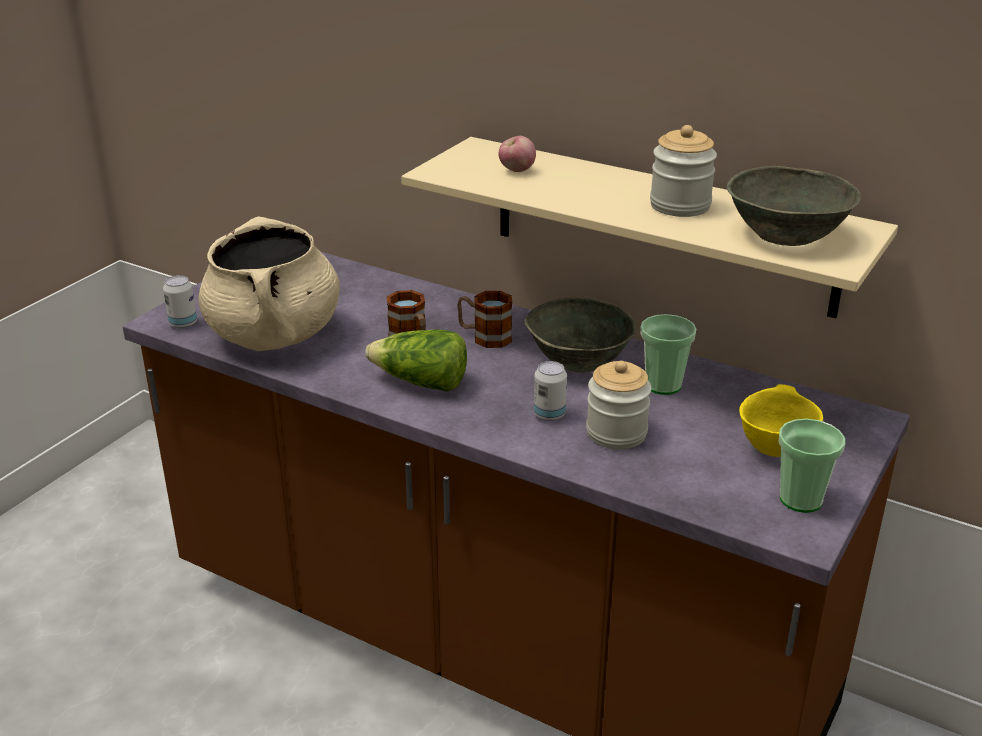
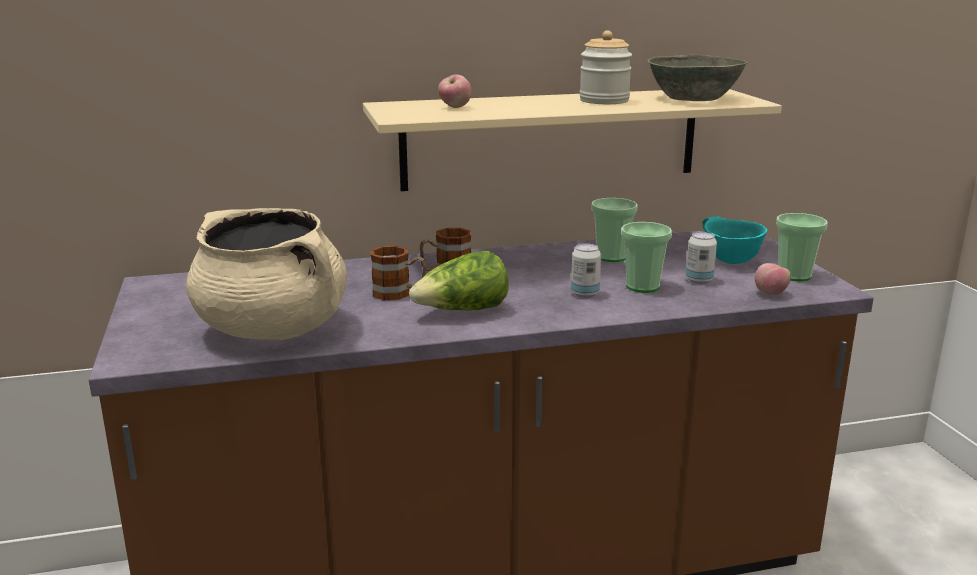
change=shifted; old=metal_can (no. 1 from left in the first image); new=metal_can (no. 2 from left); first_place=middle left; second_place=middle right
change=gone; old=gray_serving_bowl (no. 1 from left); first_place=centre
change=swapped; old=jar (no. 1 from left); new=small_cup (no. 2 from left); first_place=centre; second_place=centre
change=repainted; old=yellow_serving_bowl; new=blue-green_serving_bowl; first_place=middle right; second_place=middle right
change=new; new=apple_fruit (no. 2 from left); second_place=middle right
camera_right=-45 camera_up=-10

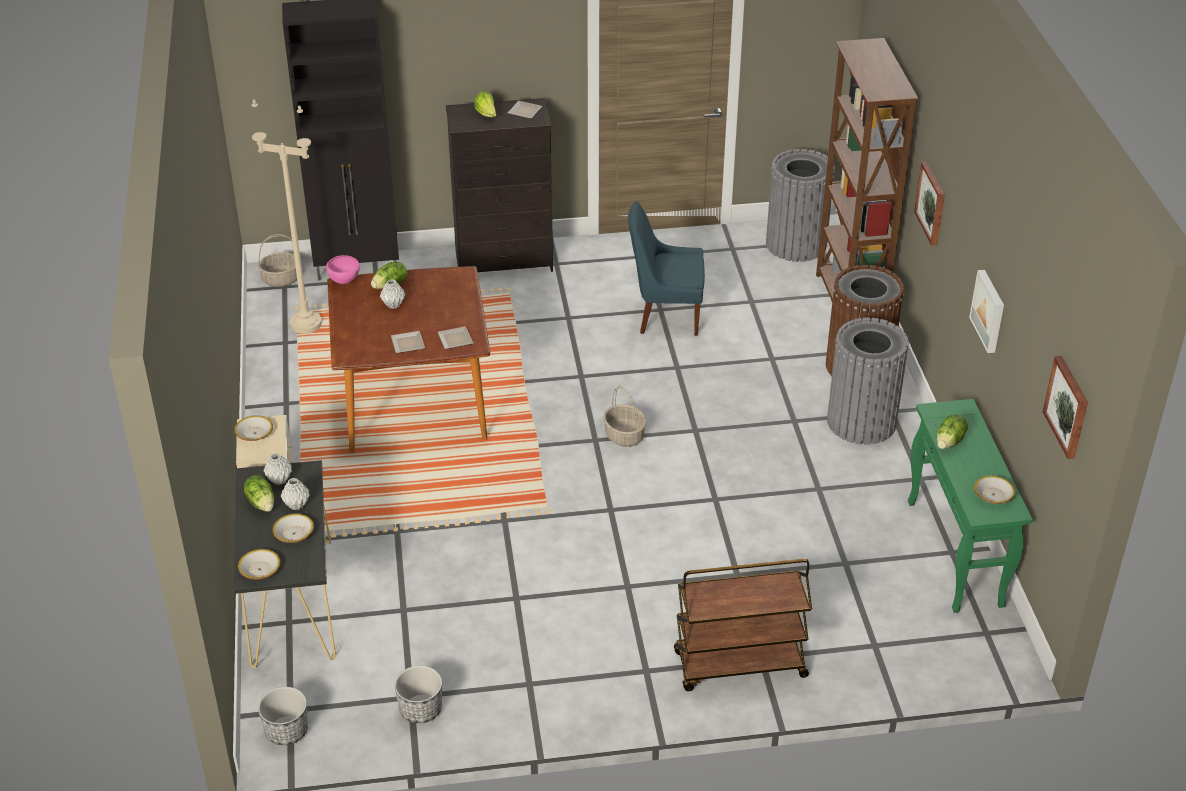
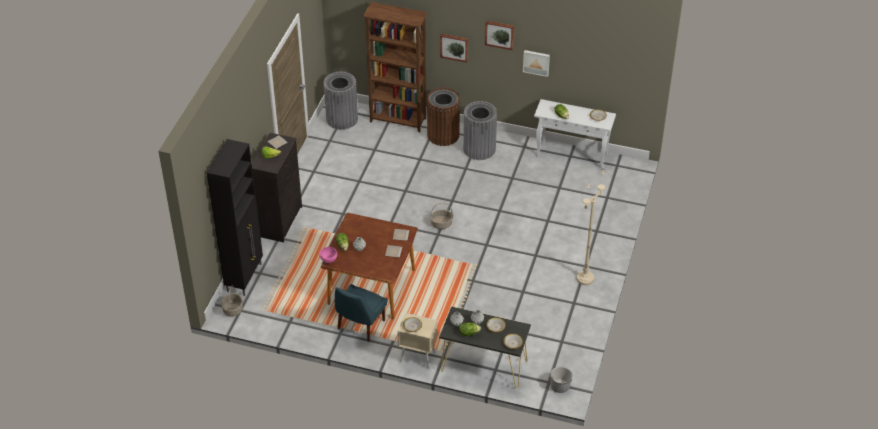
change=shifted; old=beige-coloured_standing_lamp; first_place=top left; second_place=middle right
change=shifted; old=blue-coloured_chair; first_place=centre; second_place=bottom centre
change=shifted; old=wall_art (no. 3 from left in the first image); new=wall_art (no. 2 from left); first_place=middle right; second_place=top centre
change=repainted; old=greenish_hall_table; new=white_hall_table; first_place=middle right; second_place=top centre
change=gone; old=brownish_wheeled_cart; first_place=bottom centre
change=gone; old=flower_pot (no. 2 from left); first_place=bottom centre
camera_right=-65 camera_up=5

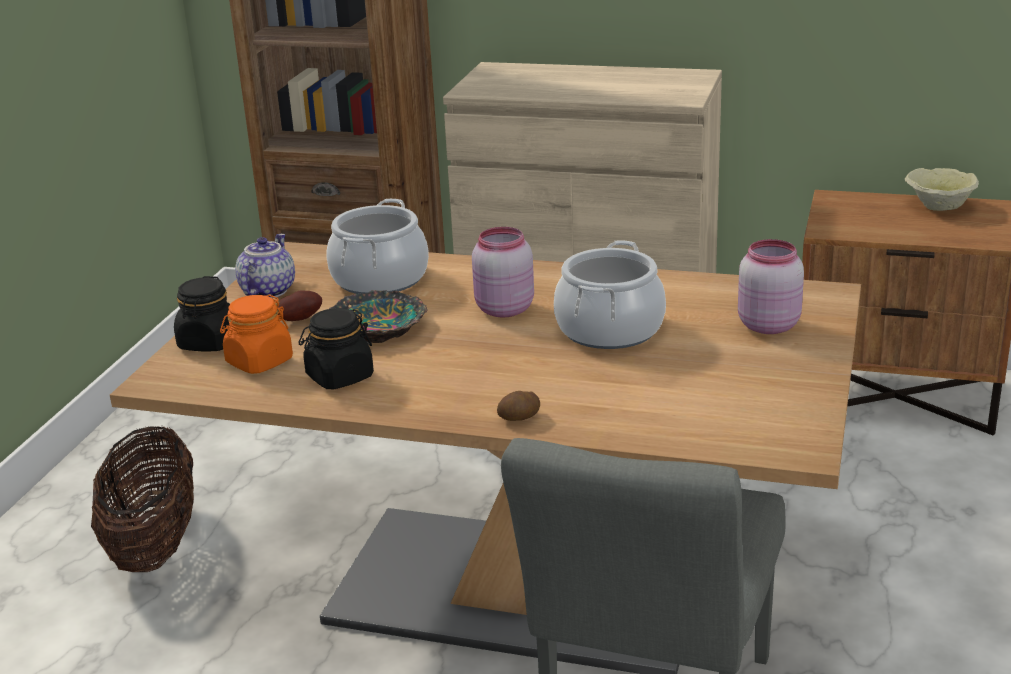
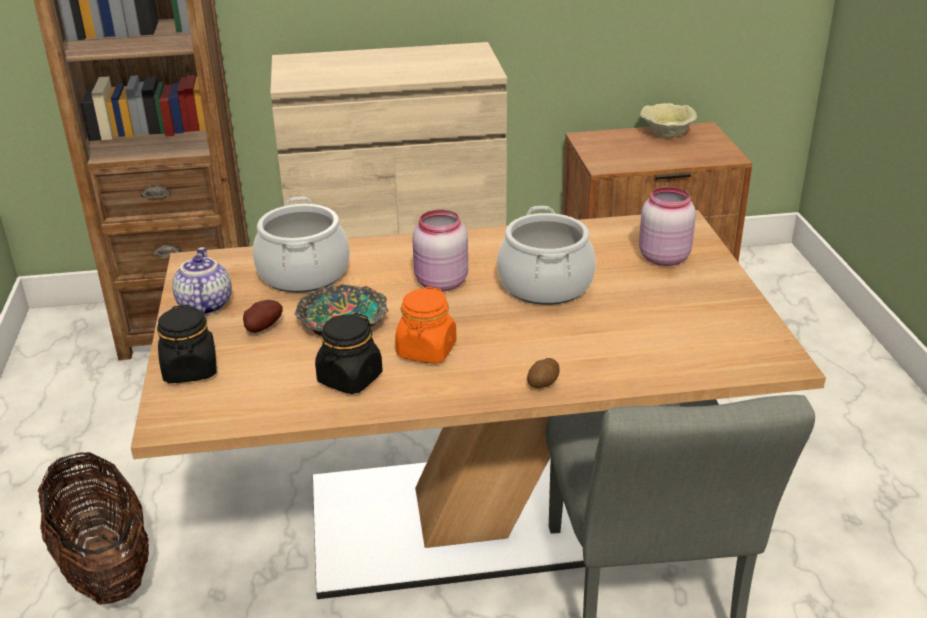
change=shifted; old=orangey_jar; first_place=middle left; second_place=centre
camera_right=-25 camera_up=5

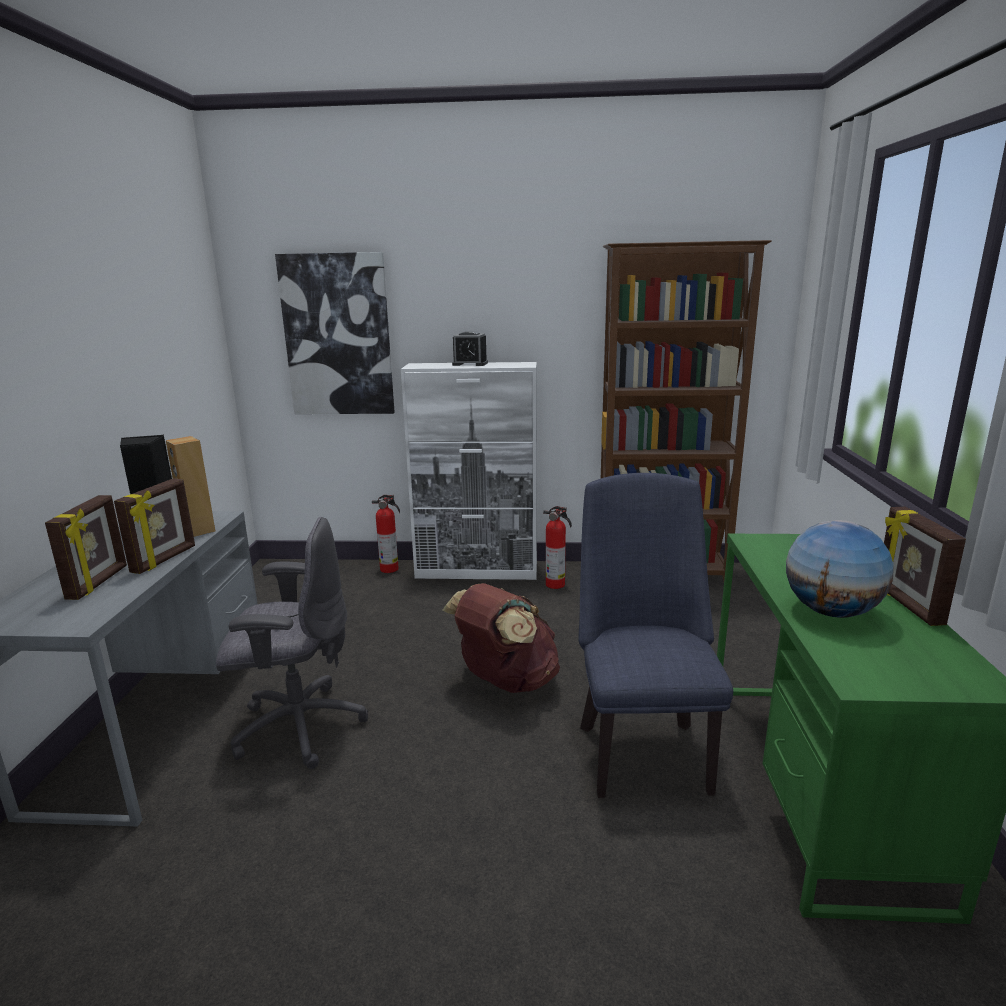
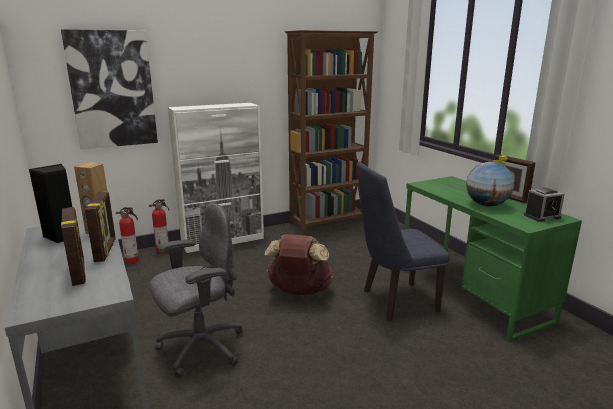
change=shifted; old=table_clock; first_place=centre; second_place=middle right
change=rotated; old=blue-coloured_chair; first_place=centre; second_place=centre; degrees=-75
change=shifted; old=fire-fighting_cylinder (no. 2 from left in the first image); new=fire-fighting_cylinder (no. 1 from left); first_place=centre; second_place=middle left
camera_right=-30 camera_up=0

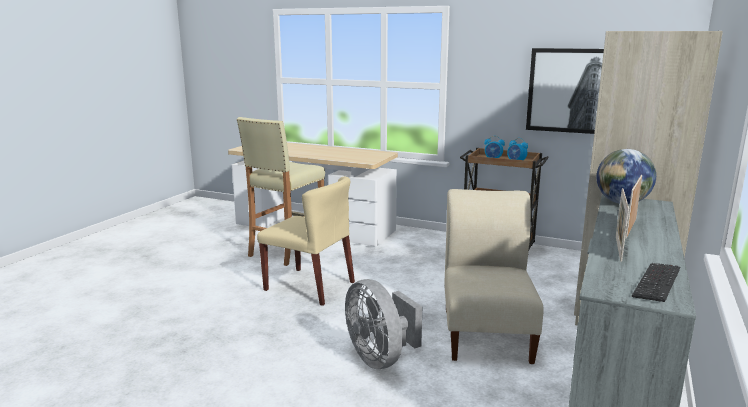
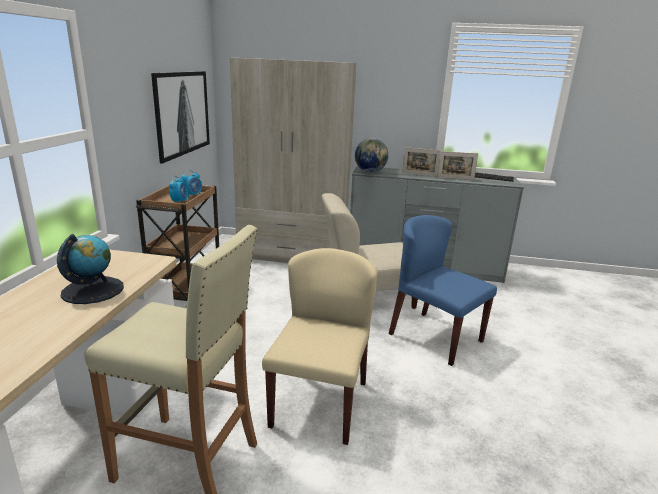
change=swapped; old=gray_electric_fan; new=blue-coloured_chair; first_place=bottom centre; second_place=middle right
change=new; new=globe (no. 1 from left); second_place=middle left
camera_right=-105 camera_up=5

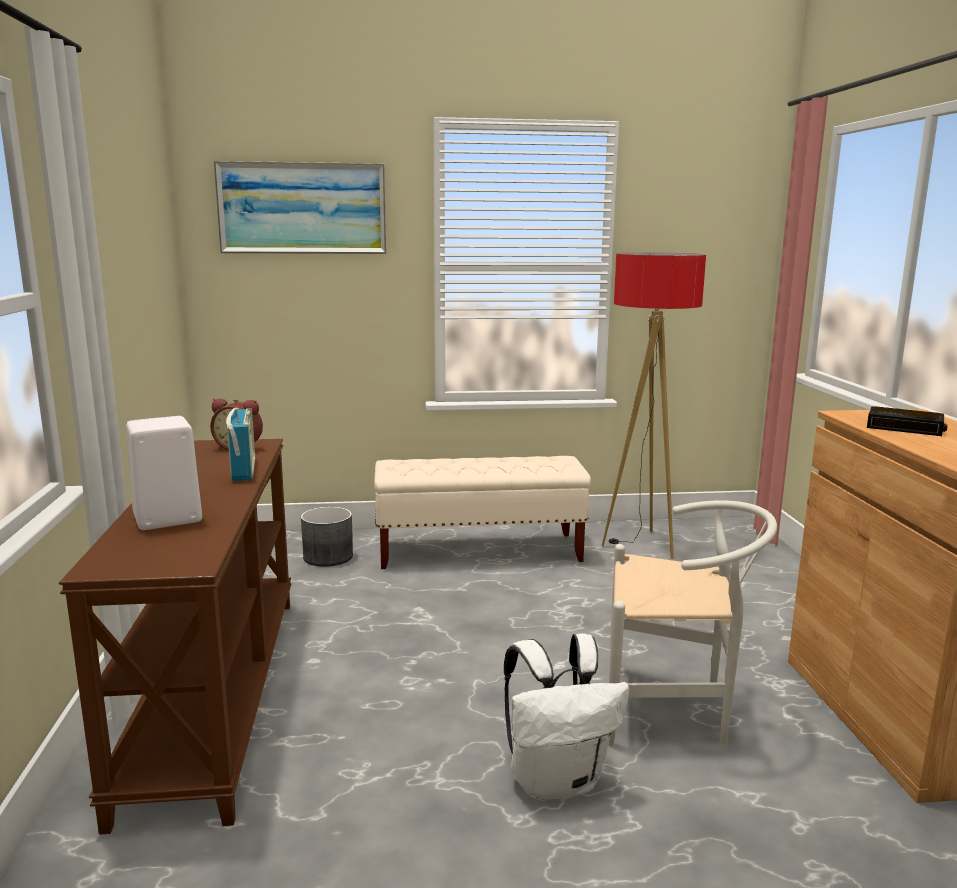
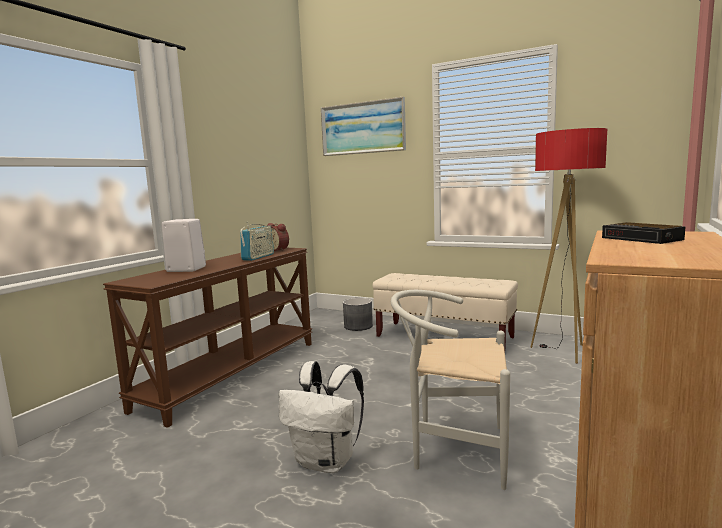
change=rotated; old=white_chair; first_place=bottom right; second_place=bottom centre; degrees=150
camera_right=35 camera_up=-5

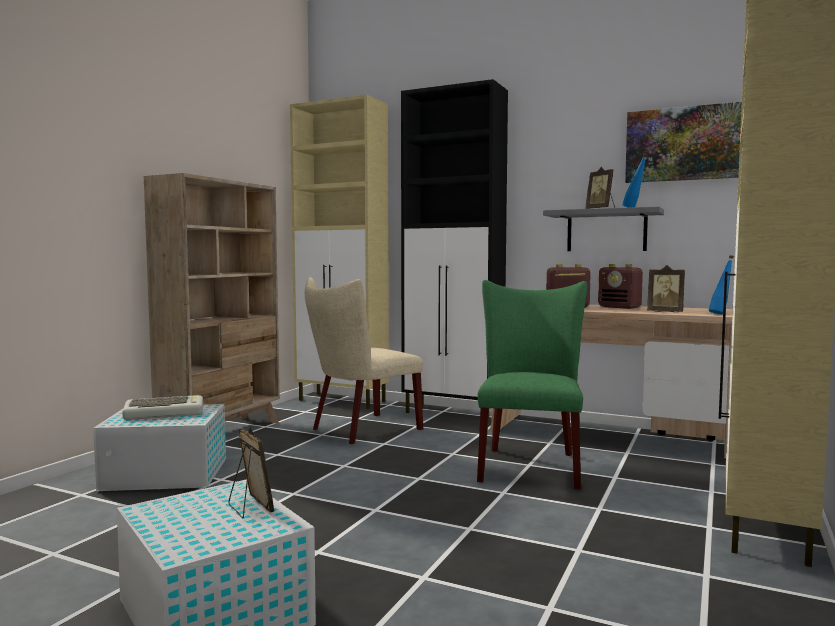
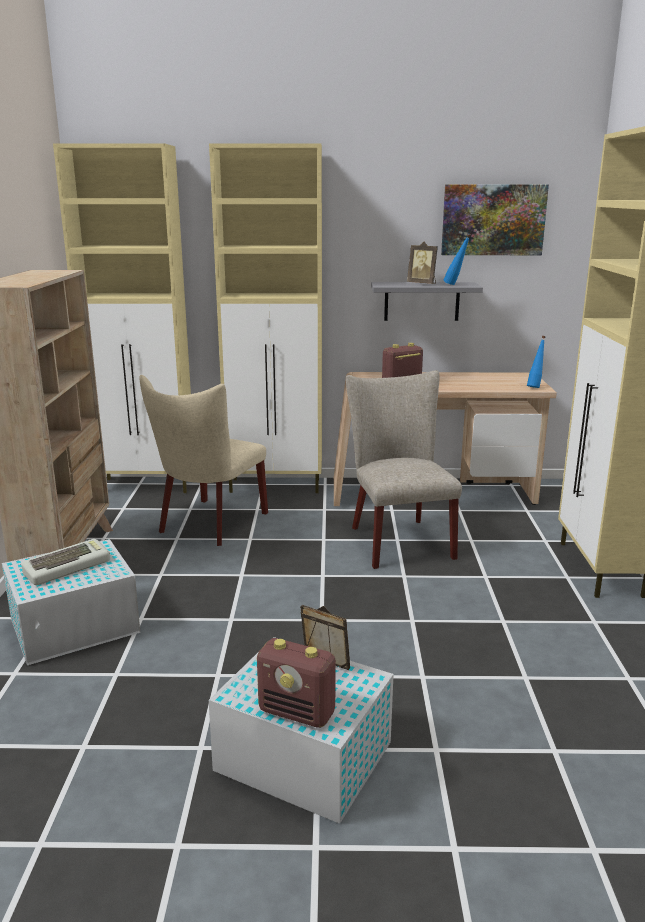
change=repainted; old=black-coloured_cupboard; new=beige-coloured_cupboard (no. 2 from left); first_place=centre; second_place=centre
change=shifted; old=radio (no. 2 from left in the first image); new=radio (no. 1 from left); first_place=middle right; second_place=bottom centre
change=gone; old=photo_frame (no. 3 from left); first_place=middle right
change=repainted; old=greenish_chair; new=beige-coloured_chair (no. 2 from left); first_place=centre; second_place=centre
camera_right=-25 camera_up=15

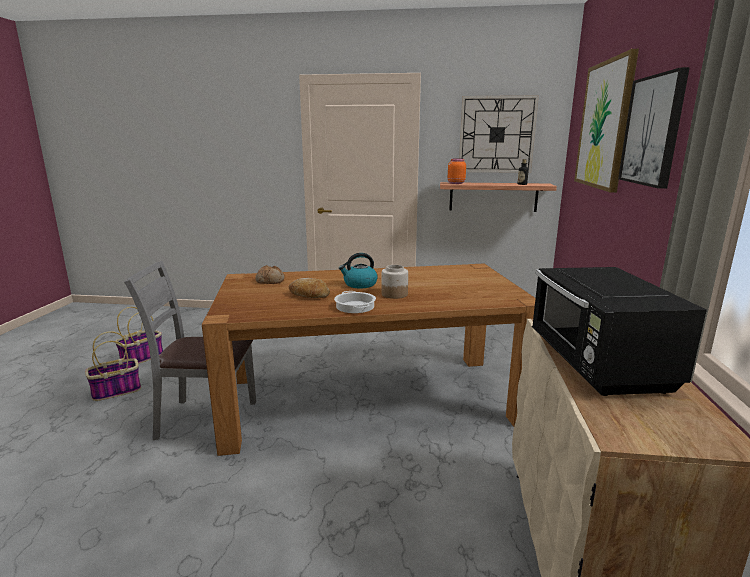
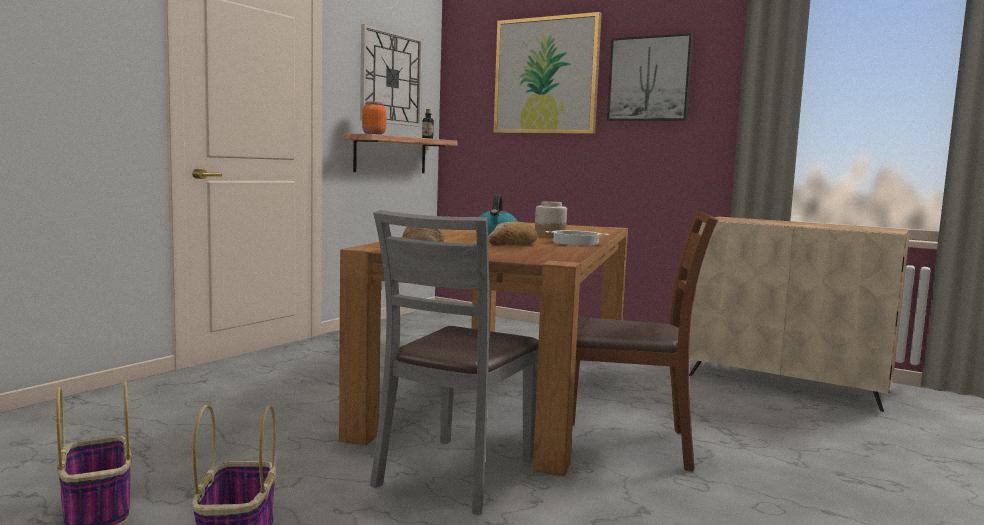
change=gone; old=black-coloured_microwave; first_place=middle right
change=new; new=brownish_chair; second_place=centre
camera_right=-65 camera_up=-10

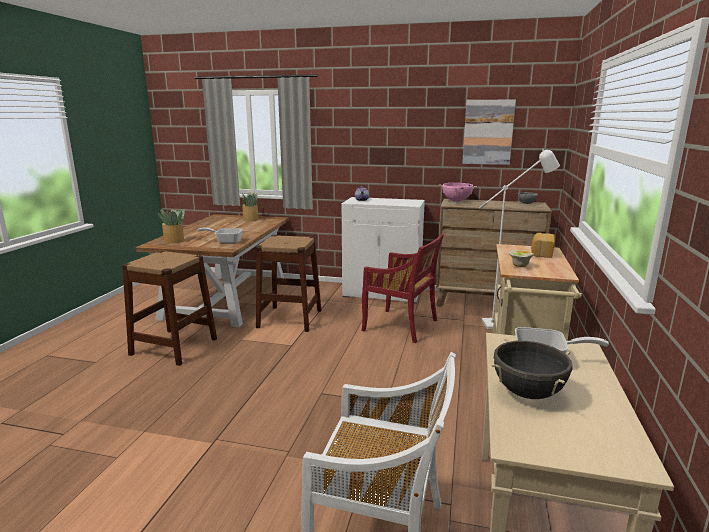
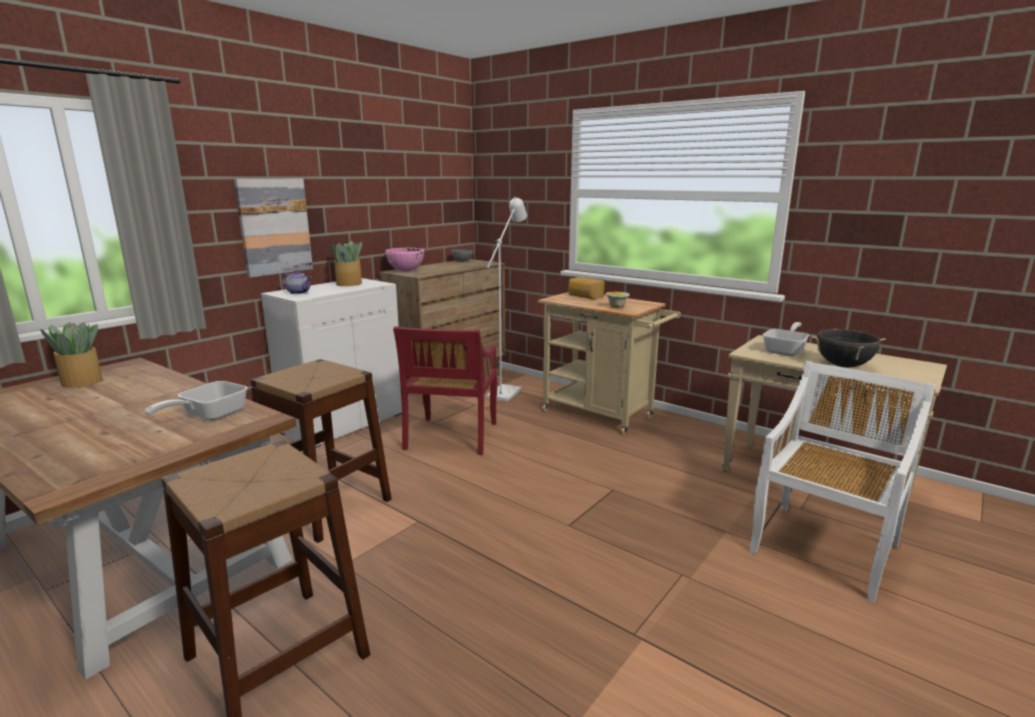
change=shifted; old=wall_art; first_place=top right; second_place=top left
change=shifted; old=houseplant (no. 1 from left in the first image); new=houseplant (no. 2 from left); first_place=middle left; second_place=centre
change=rotated; old=red_chair; first_place=centre; second_place=centre; degrees=135
camera_right=-65 camera_up=0

